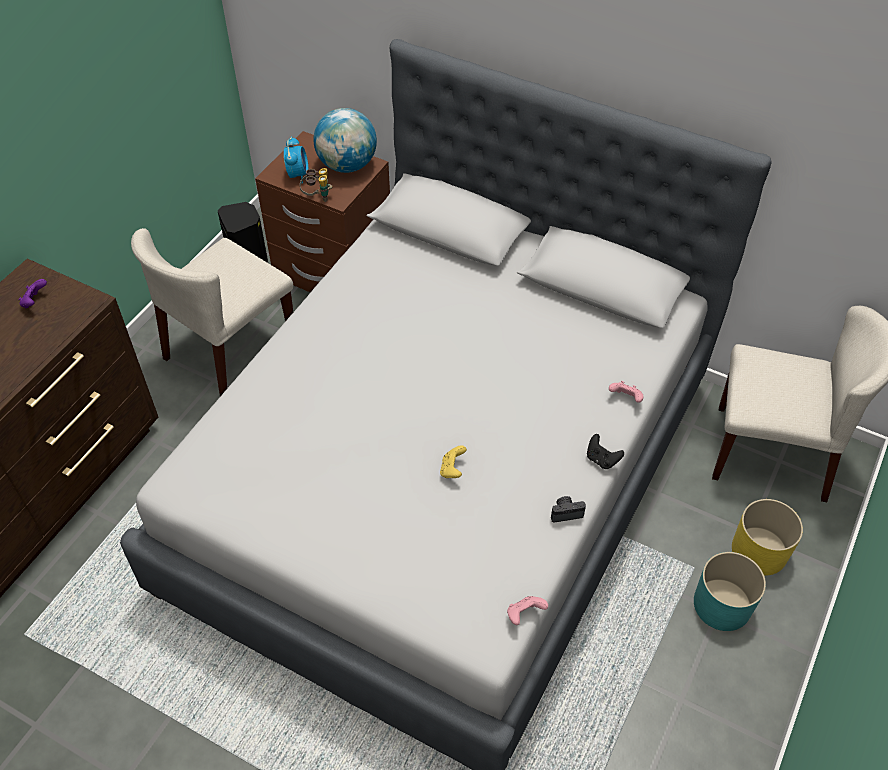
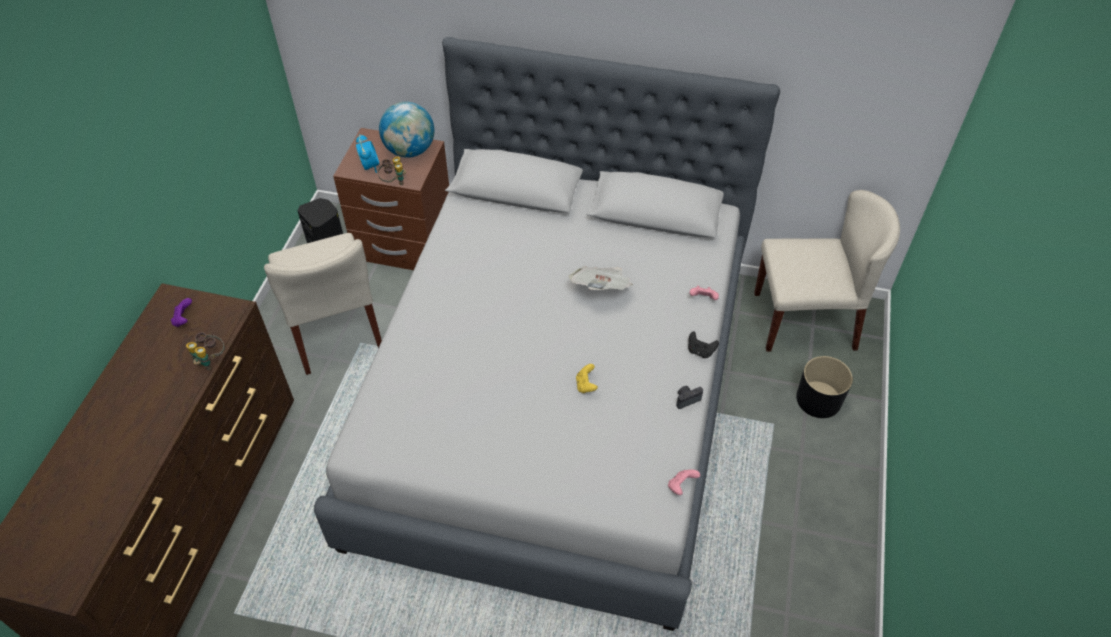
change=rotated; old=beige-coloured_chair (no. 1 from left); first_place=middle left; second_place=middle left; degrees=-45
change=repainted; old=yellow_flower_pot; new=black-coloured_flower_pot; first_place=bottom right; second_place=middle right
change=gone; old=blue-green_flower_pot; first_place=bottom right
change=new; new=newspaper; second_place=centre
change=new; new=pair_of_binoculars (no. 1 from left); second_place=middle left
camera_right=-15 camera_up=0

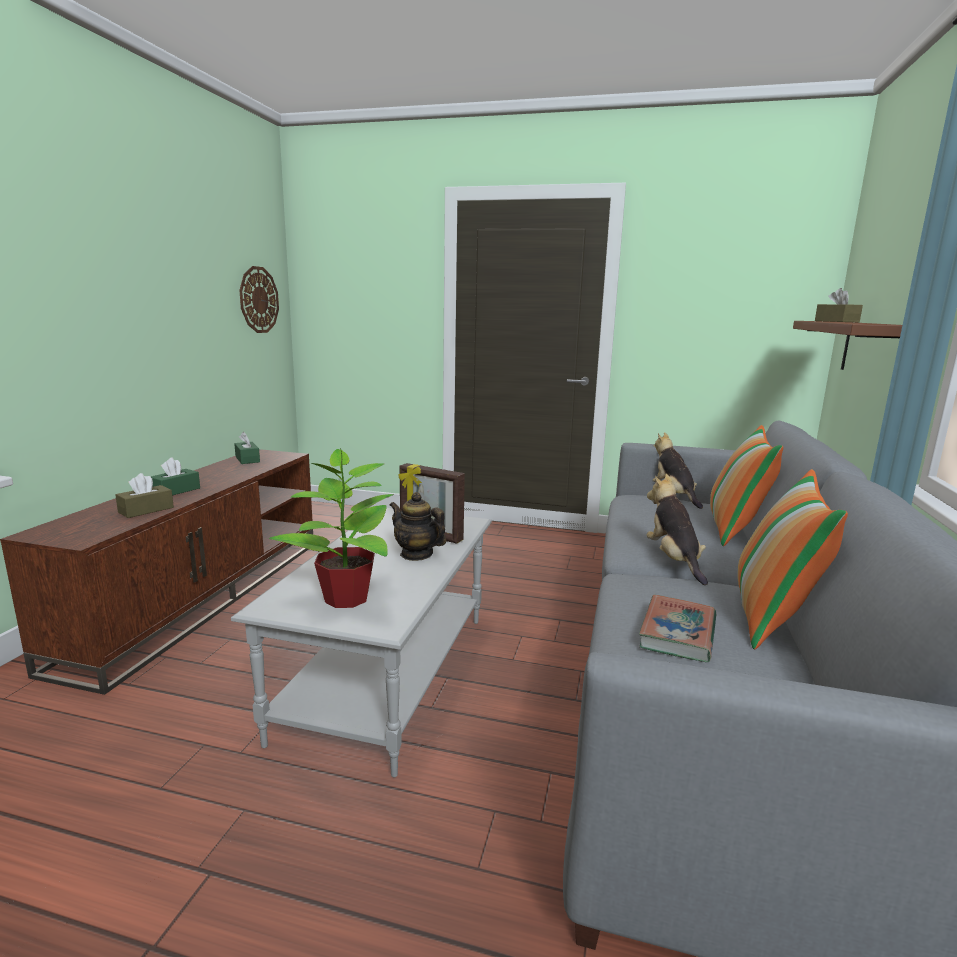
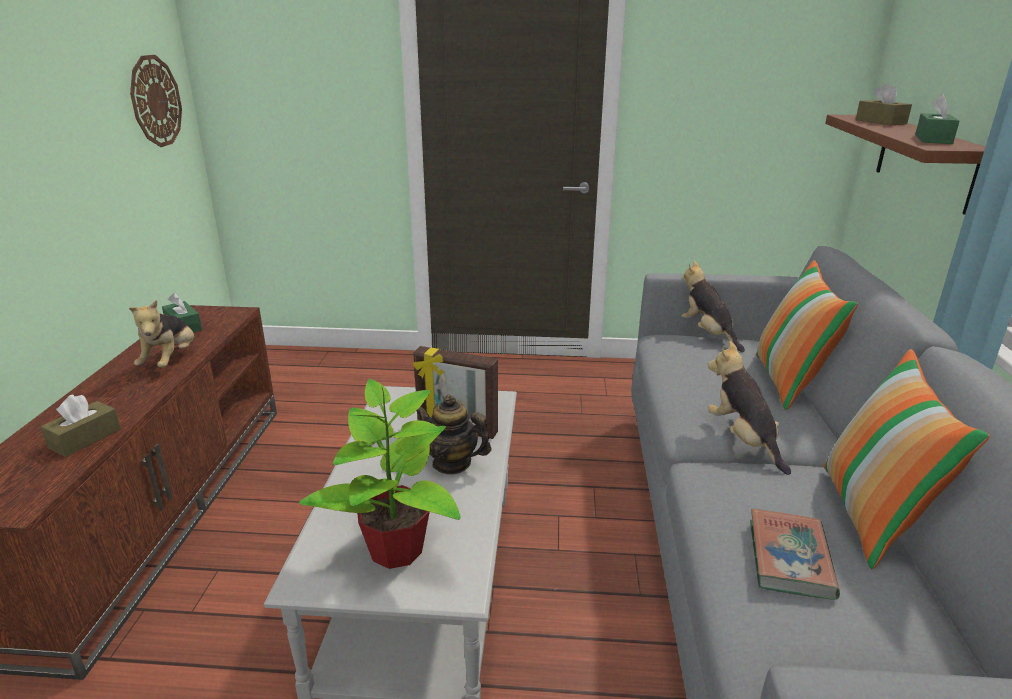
change=shifted; old=greenish_tissue_box (no. 1 from left in the first image); new=greenish_tissue_box (no. 2 from left); first_place=middle left; second_place=top right
change=new; new=cuddly_toy (no. 1 from left); second_place=middle left
camera_right=-10 camera_up=10

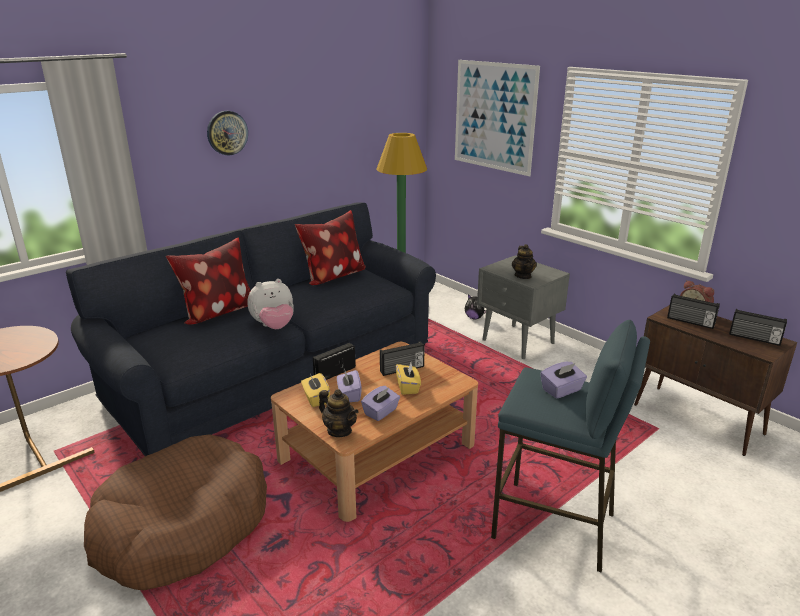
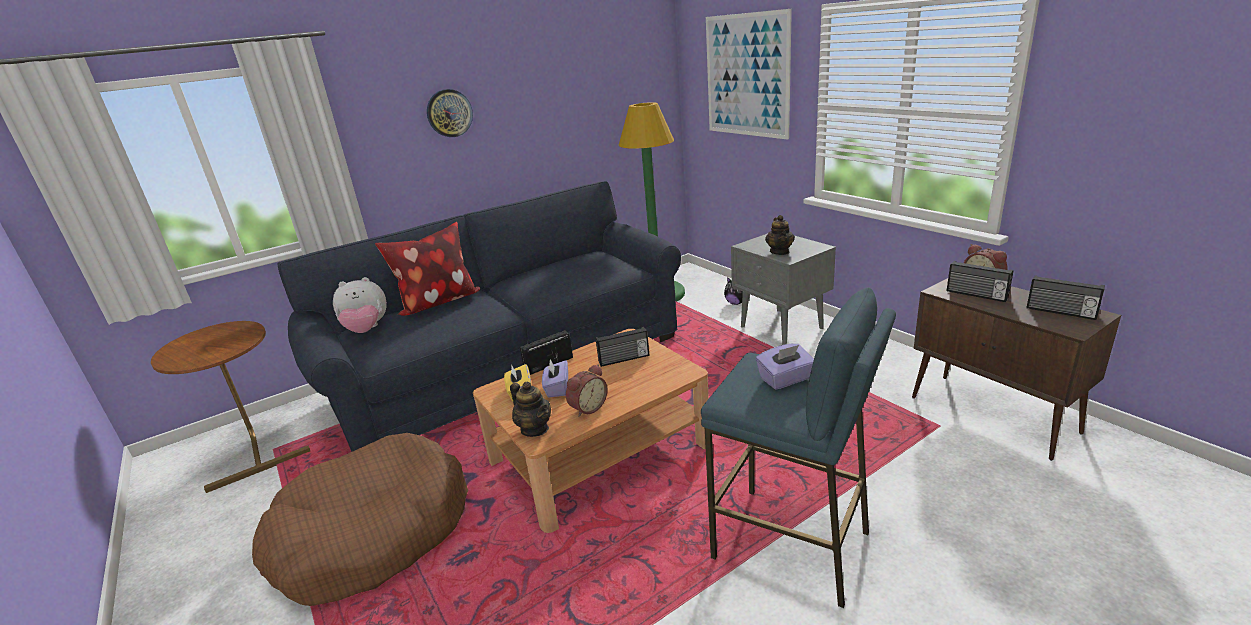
change=gone; old=throw_pillow (no. 2 from left); first_place=centre
change=shifted; old=cuddly_toy (no. 1 from left); first_place=centre; second_place=middle left
change=gone; old=yellow_tissue_box (no. 2 from left); first_place=centre
change=swapped; old=purplish_tissue_box (no. 2 from left); new=table_clock (no. 1 from left); first_place=centre; second_place=centre
camera_right=10 camera_up=0

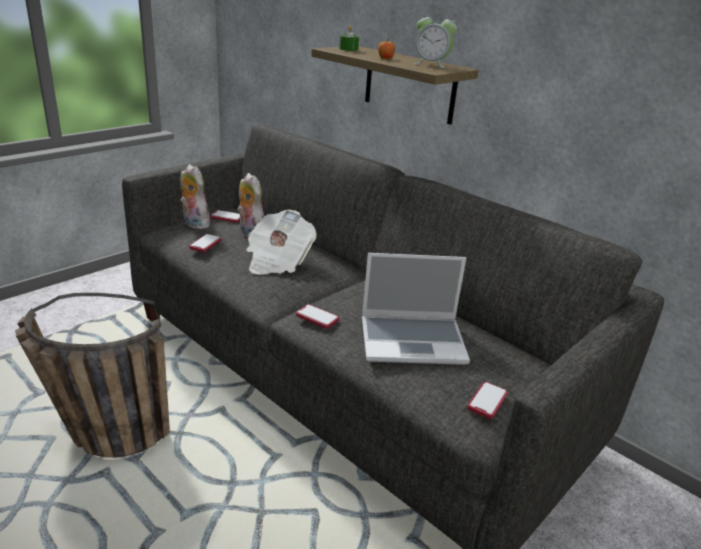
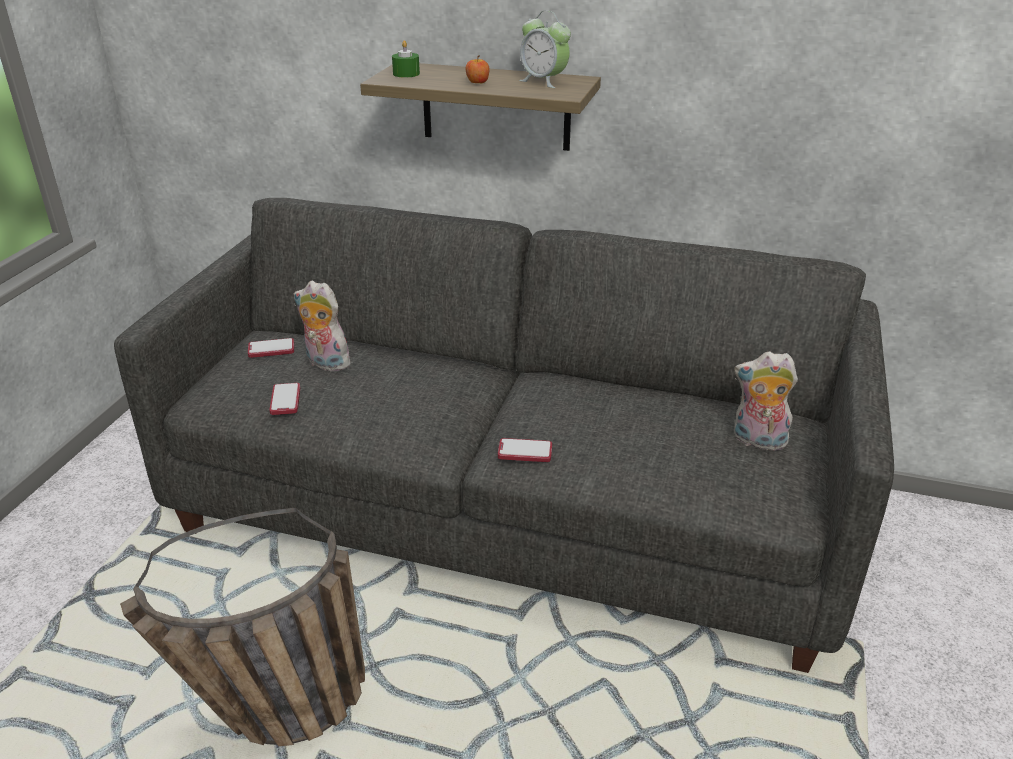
change=rotated; old=table_clock; first_place=top centre; second_place=top centre; degrees=45
change=shifted; old=cuddly_toy (no. 1 from left in the first image); new=cuddly_toy (no. 2 from left); first_place=middle left; second_place=middle right
change=gone; old=newspaper; first_place=centre
change=gone; old=laptop; first_place=centre
change=gone; old=telephone (no. 4 from left); first_place=bottom right
camera_right=-25 camera_up=5

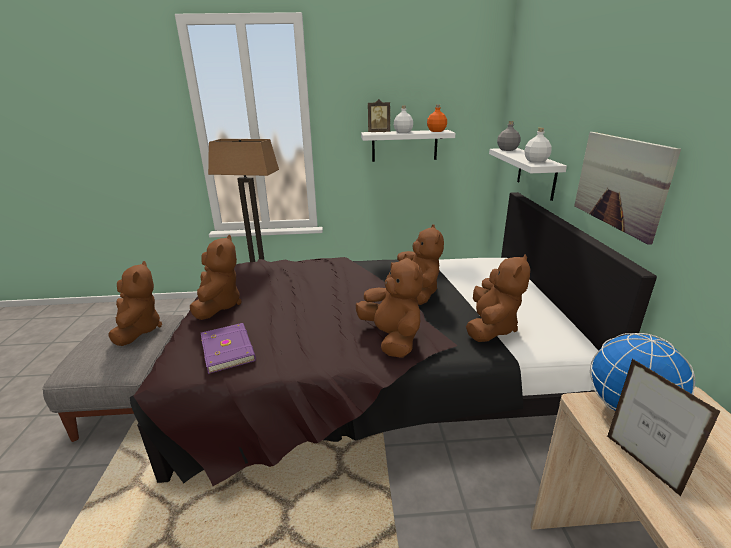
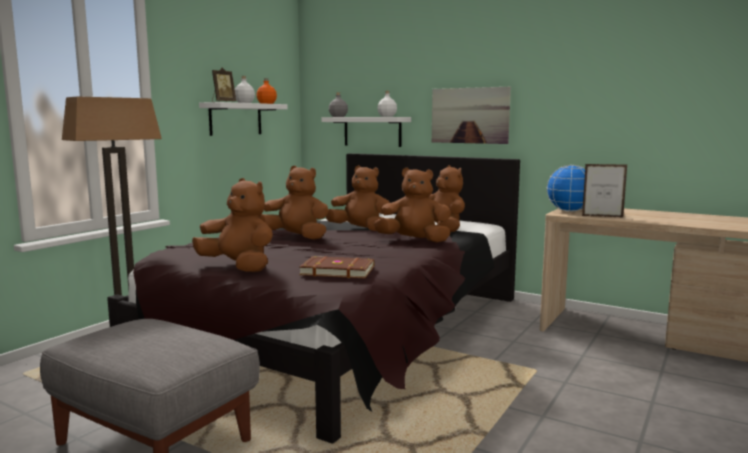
change=shifted; old=brownish_cuddly_toy (no. 1 from left in the first image); new=brownish_cuddly_toy (no. 2 from left); first_place=middle left; second_place=centre
change=repainted; old=purplish_book; new=brownish_book; first_place=middle left; second_place=centre
camera_right=-55 camera_up=-15

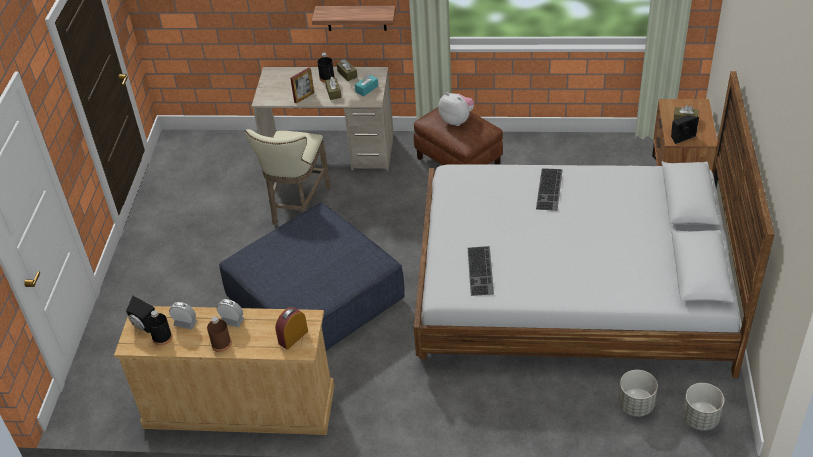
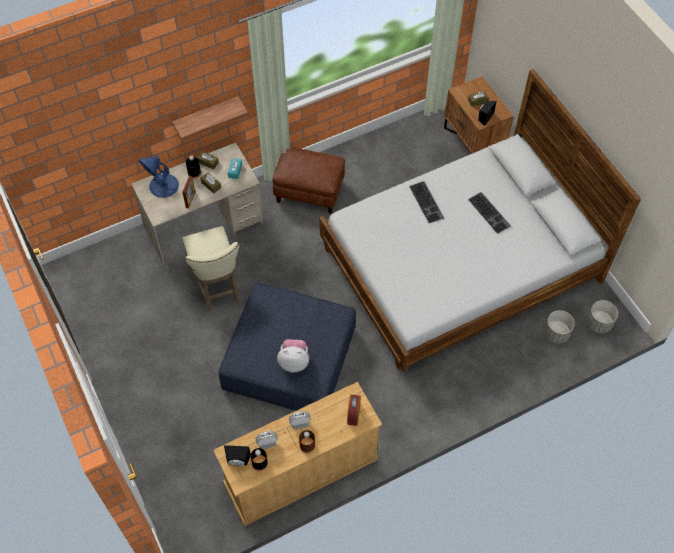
change=shifted; old=cuddly_toy; first_place=top centre; second_place=centre
change=shifted; old=computer_keyboard (no. 1 from left in the first image); new=computer_keyboard (no. 2 from left); first_place=centre; second_place=middle right
change=new; new=blue-coloured_lamp_for_a_table; second_place=top left
camera_right=-35 camera_up=15

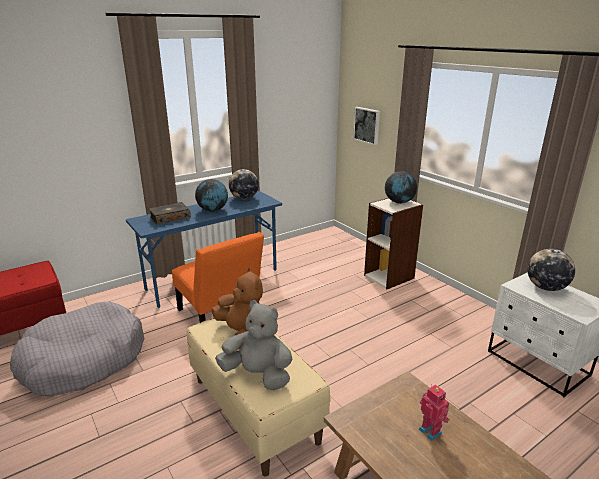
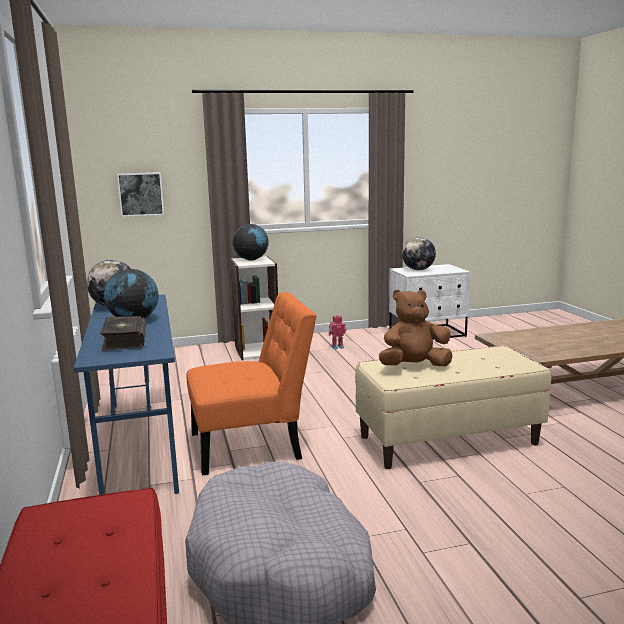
change=gone; old=gray_cuddly_toy; first_place=bottom centre
change=shifted; old=robot_figure; first_place=bottom right; second_place=centre
camera_right=-70 camera_up=-10

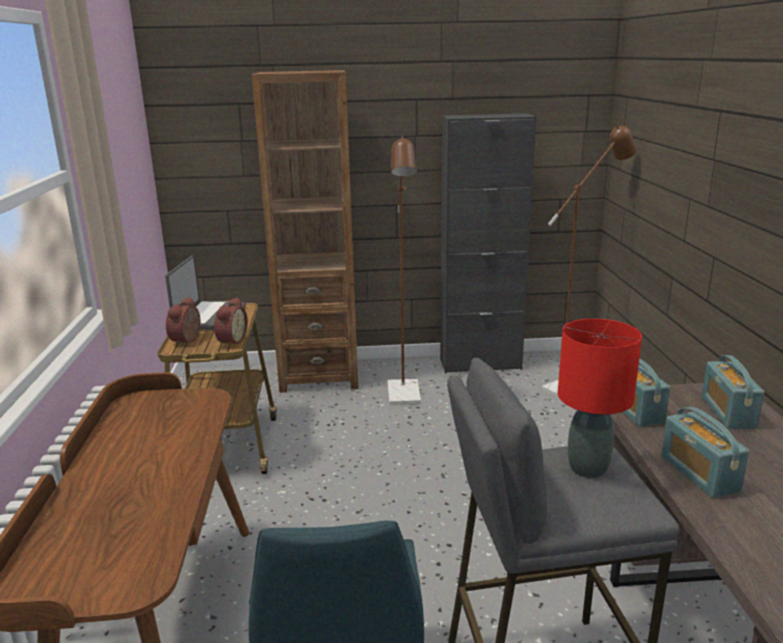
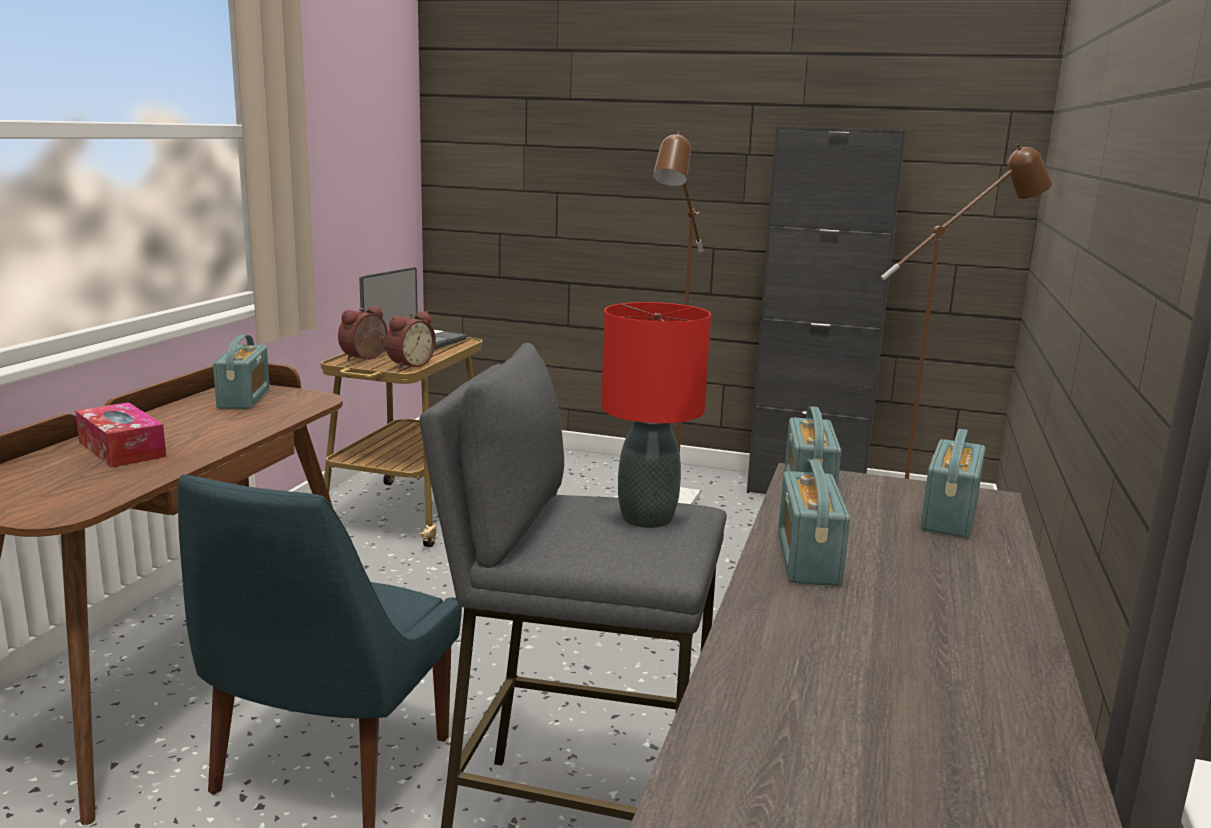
change=gone; old=brownish_bookcase; first_place=centre
change=new; new=radio (no. 1 from left); second_place=middle left
change=new; new=tissue_box; second_place=middle left
camera_right=20 camera_up=-5

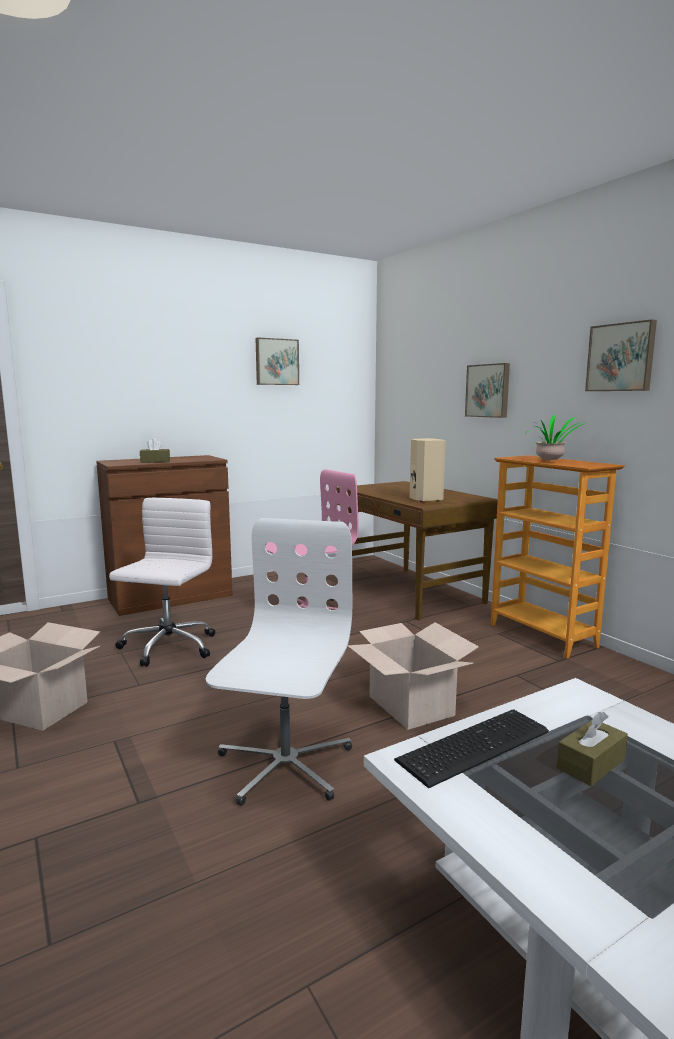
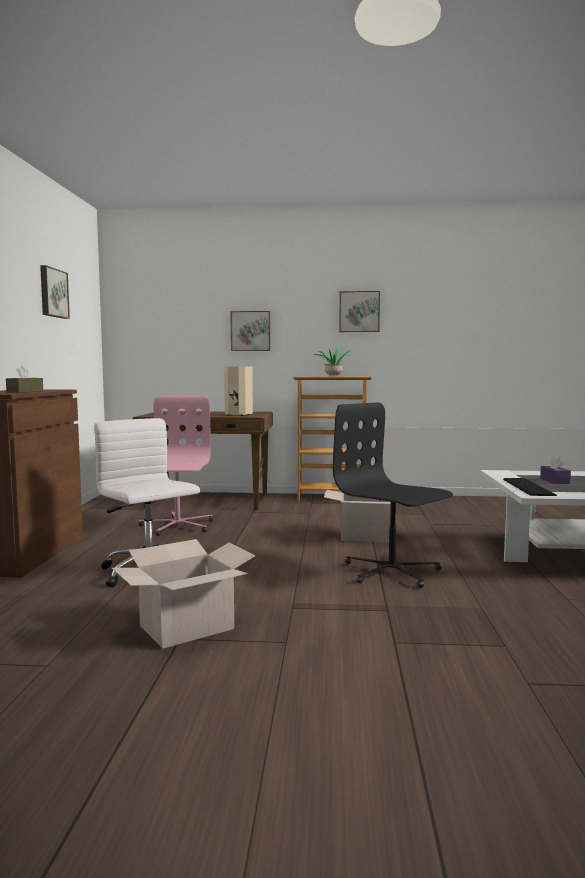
change=repainted; old=white_desk_chair (no. 2 from left); new=black-coloured_desk_chair; first_place=centre; second_place=middle right
change=repainted; old=brownish_tissue_box (no. 2 from left); new=purplish_tissue_box; first_place=bottom right; second_place=middle right
camera_right=-55 camera_up=-5

